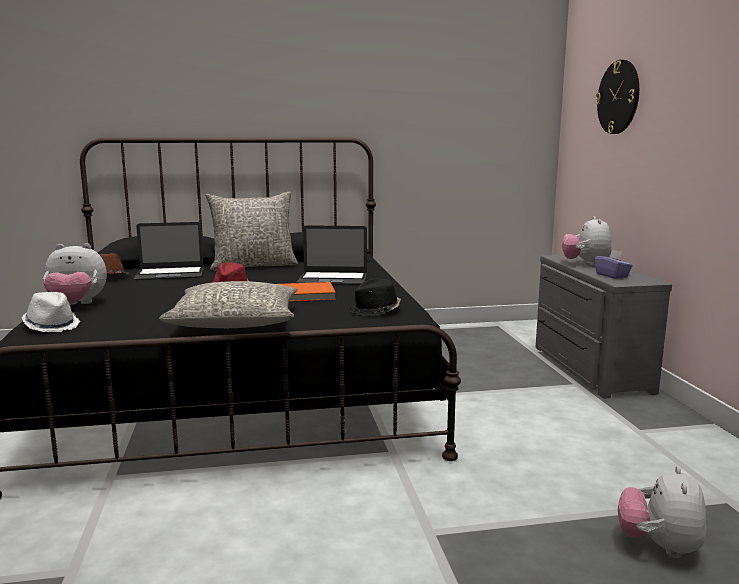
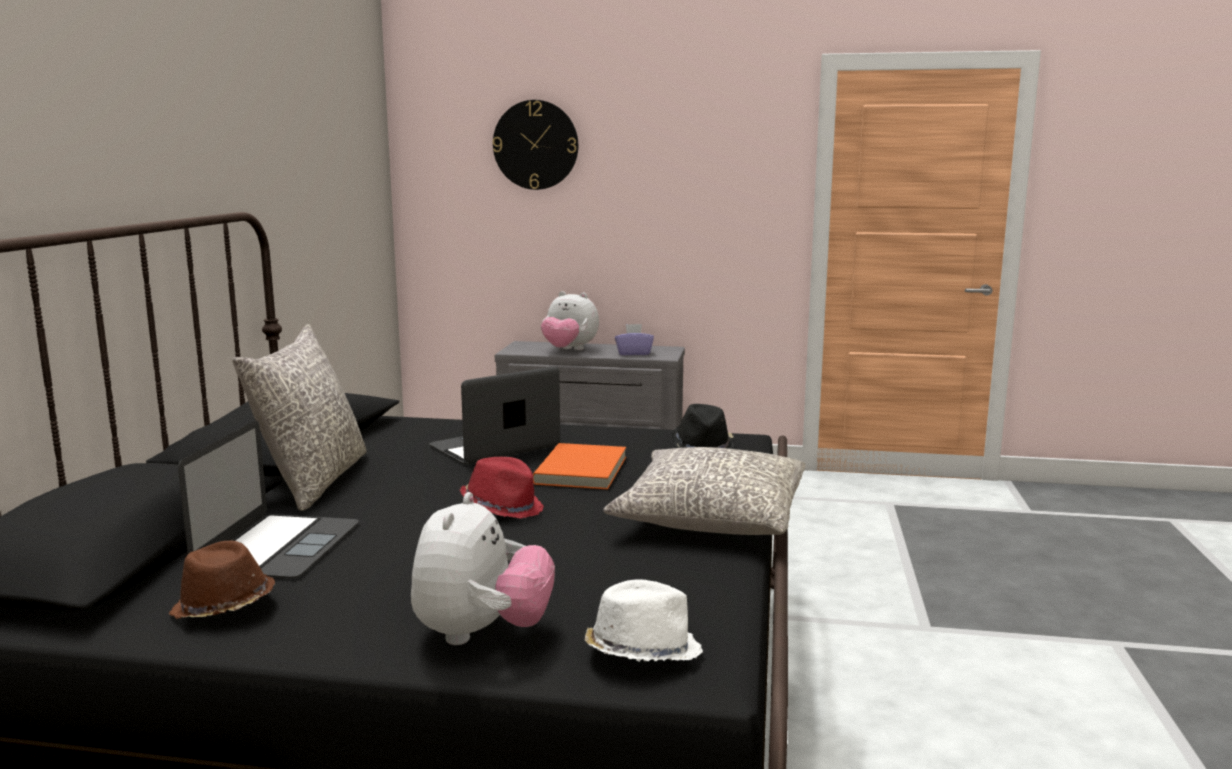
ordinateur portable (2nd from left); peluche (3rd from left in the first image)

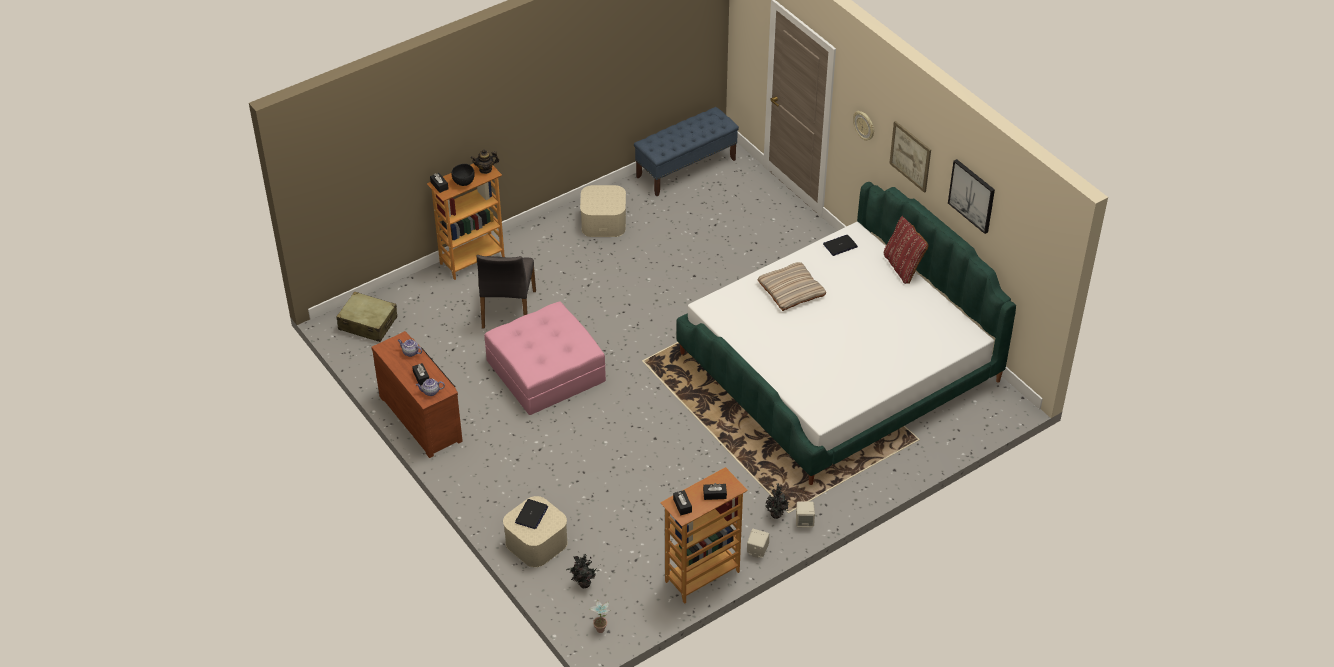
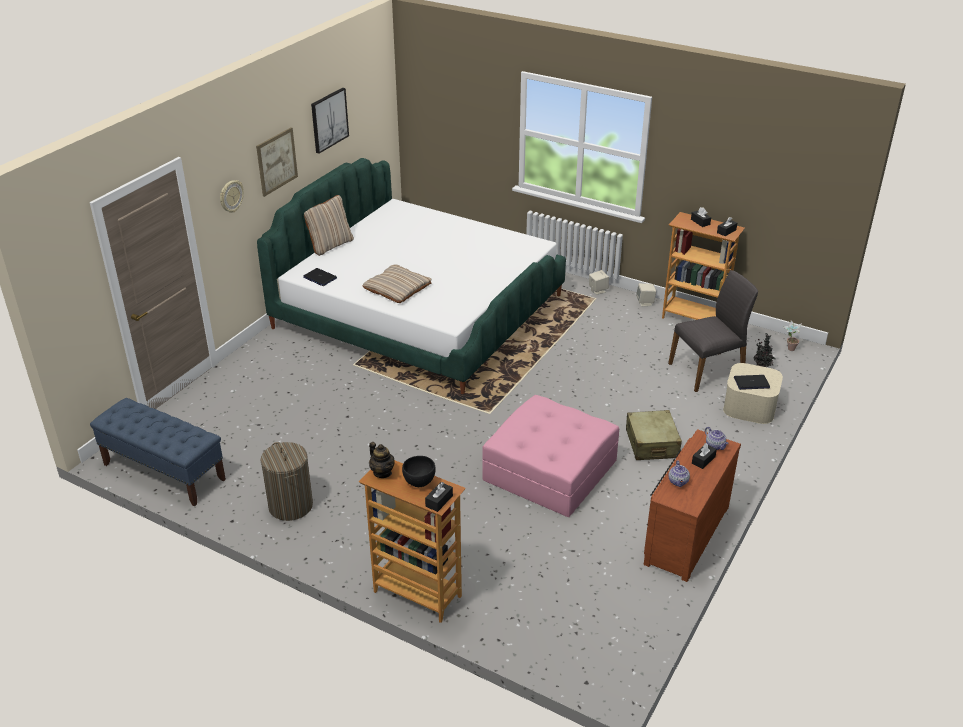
panier à linge; coussin [beige] (1st from left); valise [beige]; chaise [gris]; plante en pot (3rd from left in the first image)

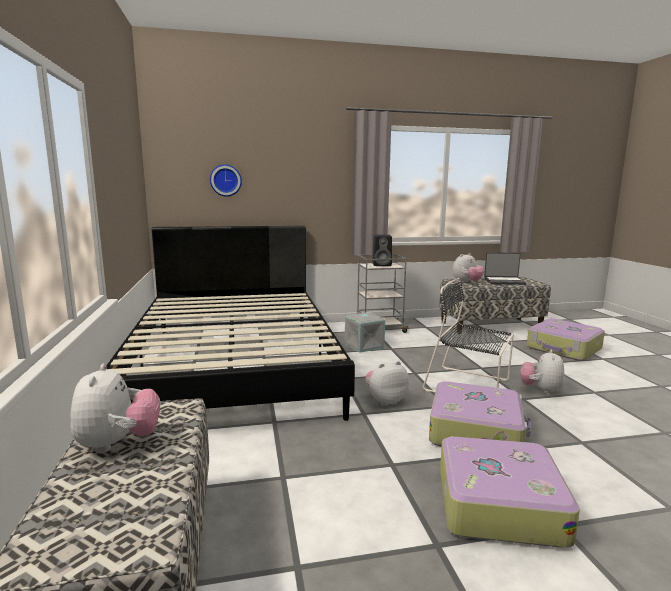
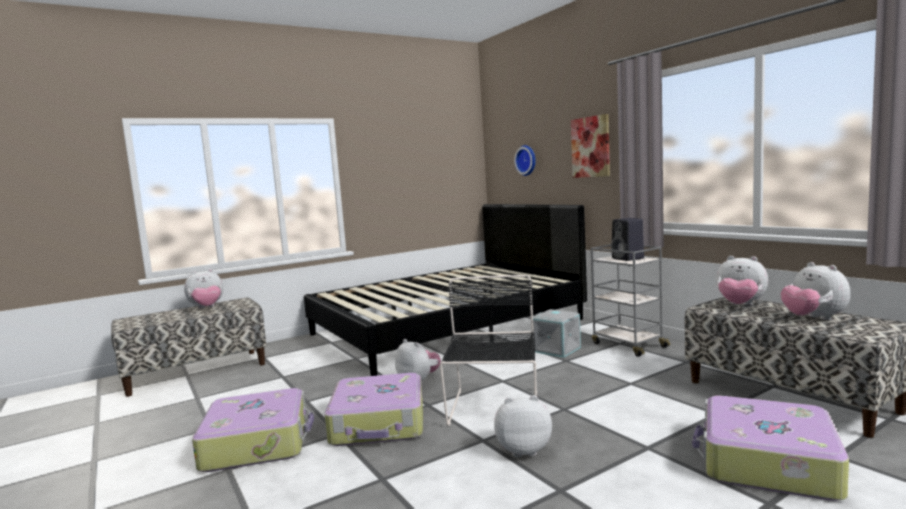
tableau; peluche (5th from left)

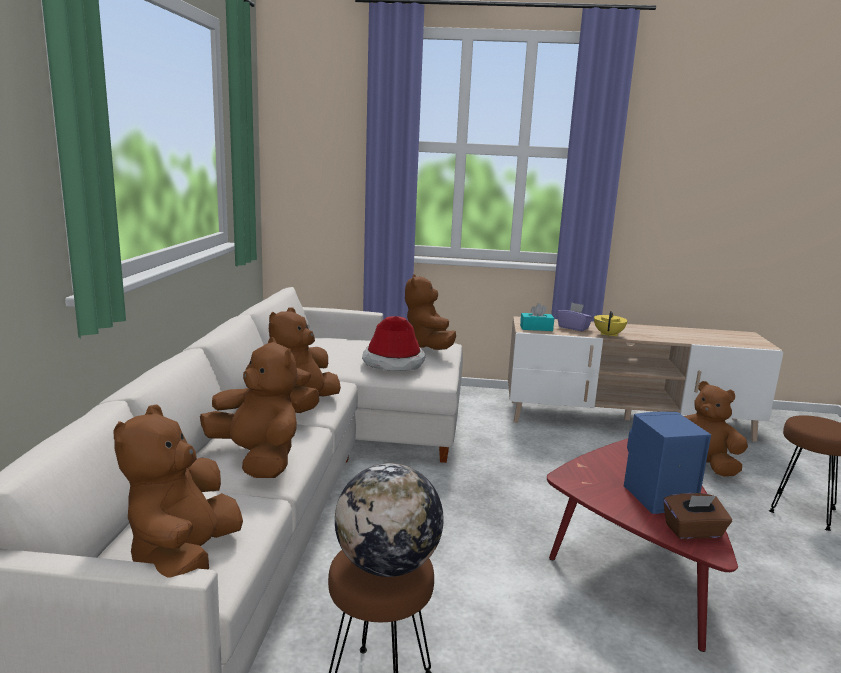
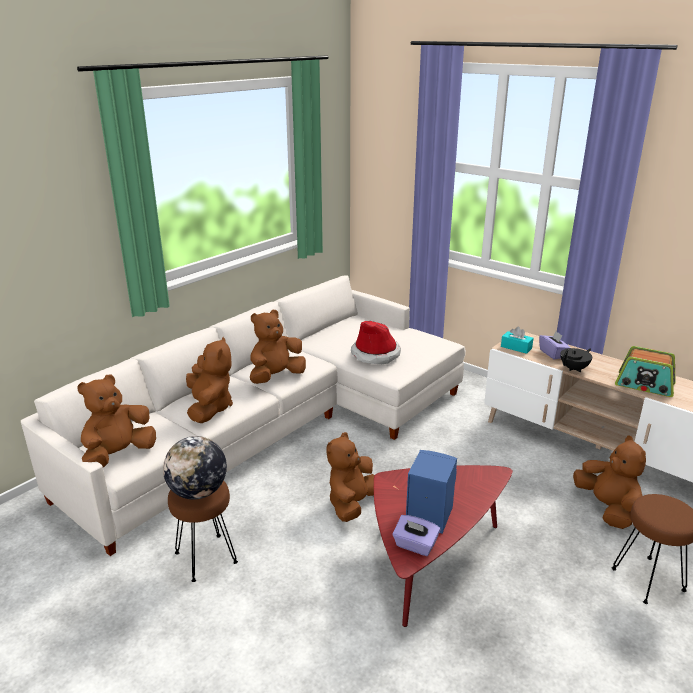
peluche [marron] (4th from left); boîte à mouchoirs [violet] (1st from left); théière [noir]; radio

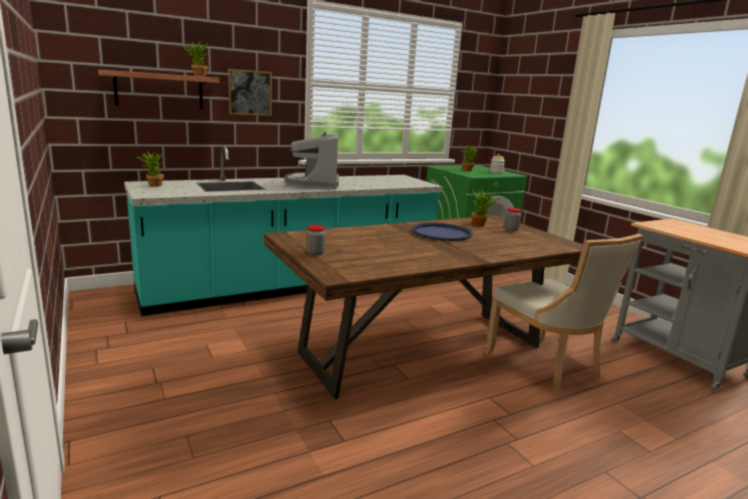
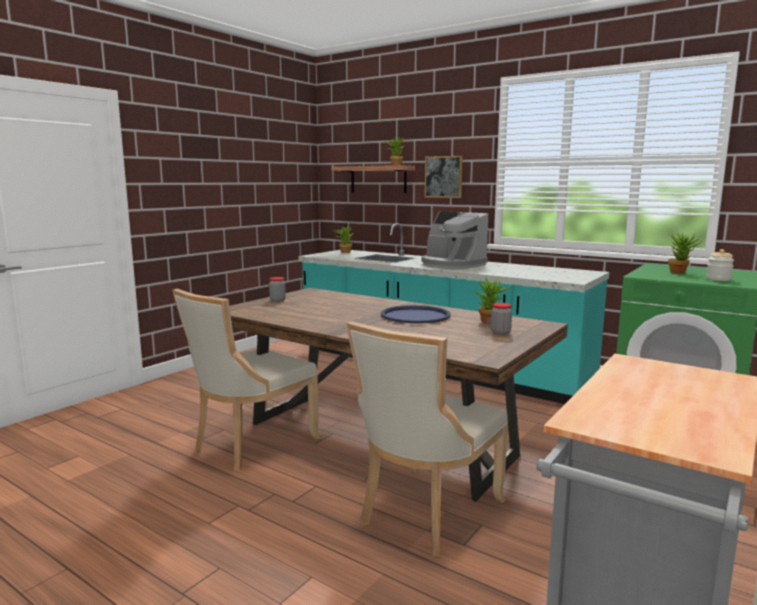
chaise [beige] (1st from left); machine à café

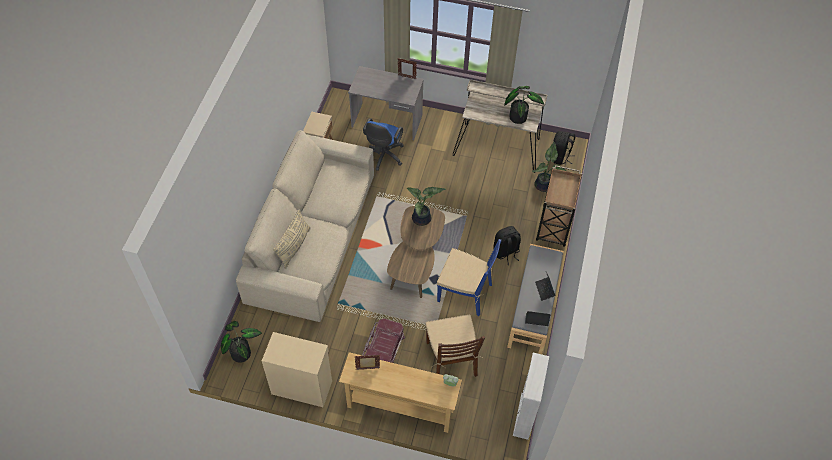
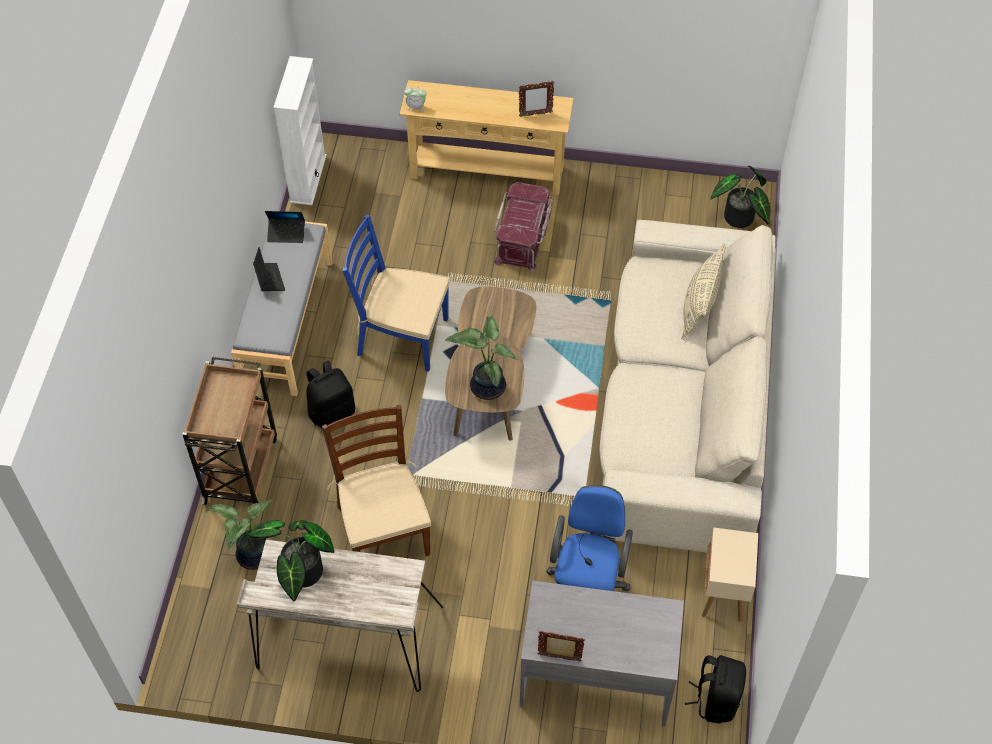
chaise [marron]; sac à dos [noir] (2nd from left); meuble de rangement [beige]

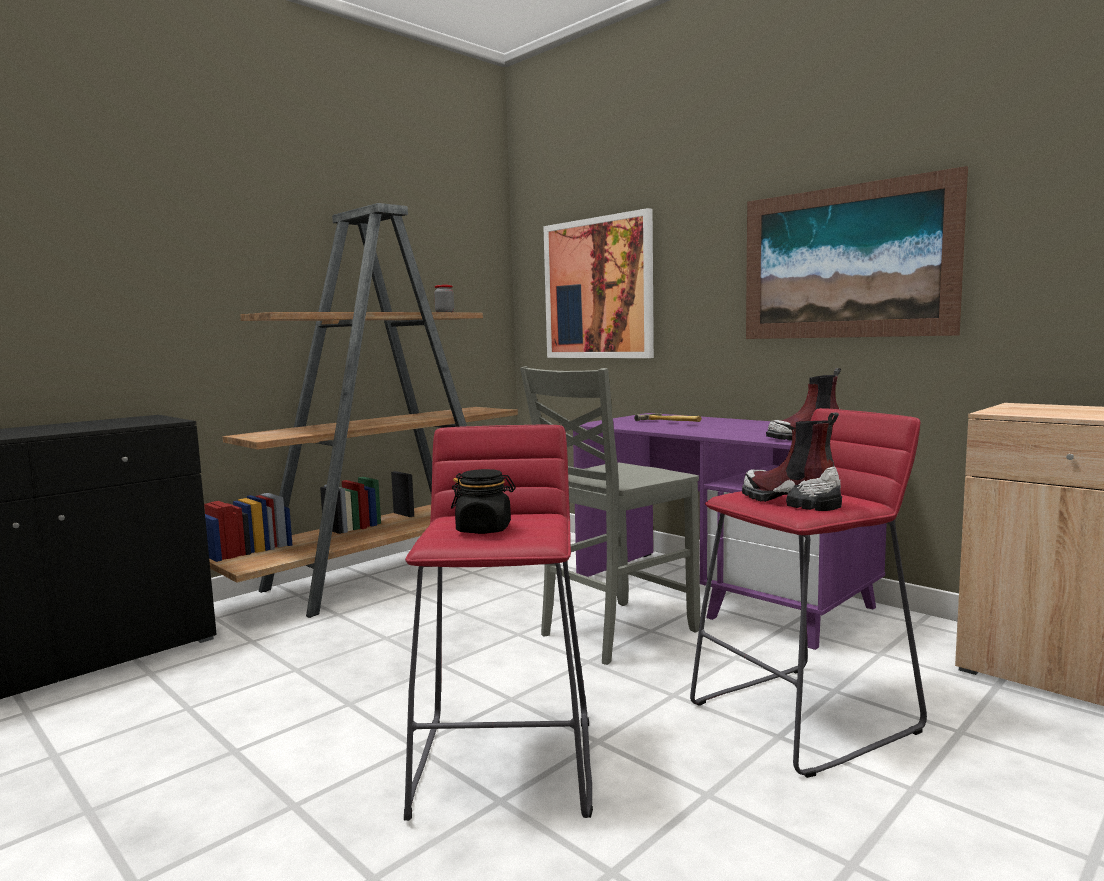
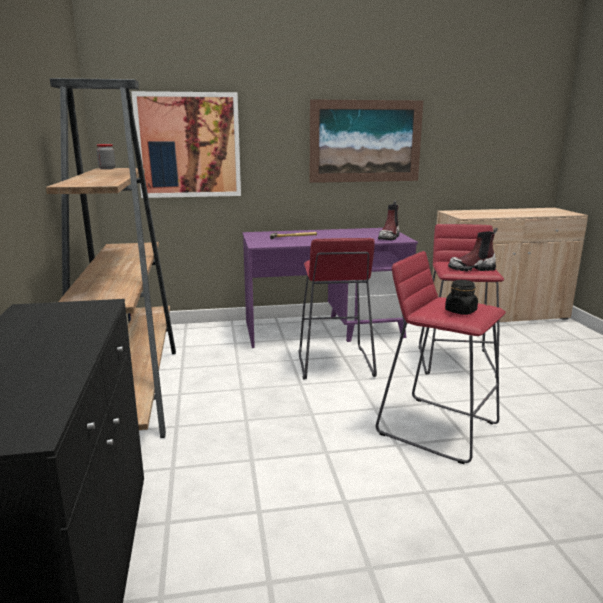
tabouret [rouge] (1st from left)

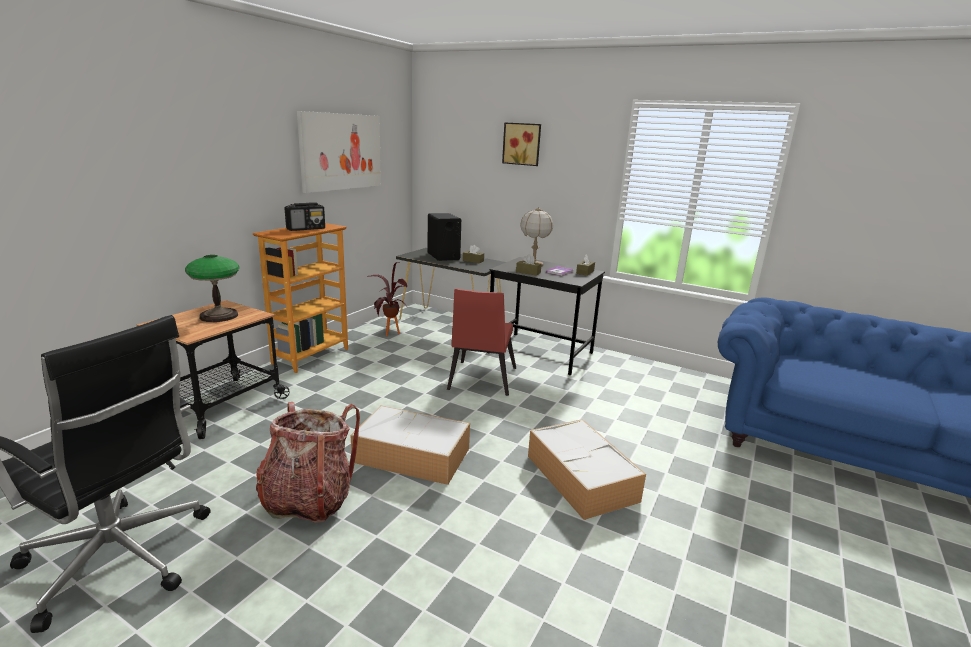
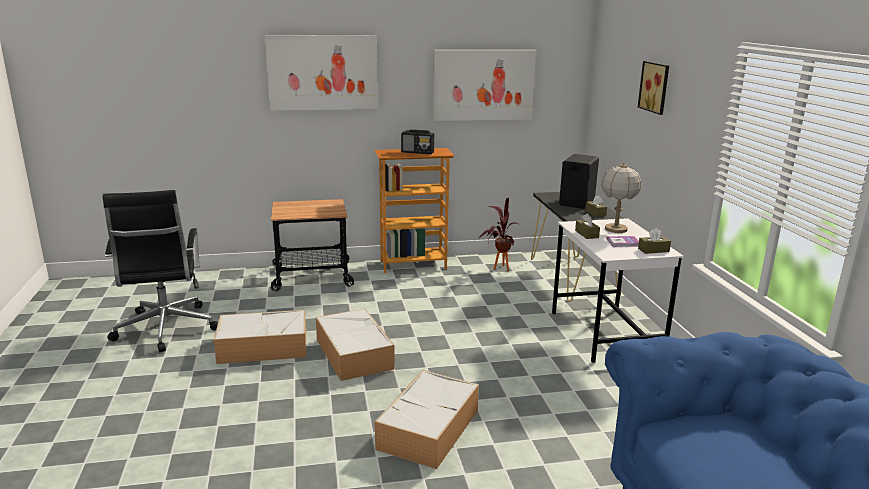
boîte de rangement (1st from left); tableau (1st from left); bureau [blanc]; lampe de table (1st from left in the first image); chaise [rouge]

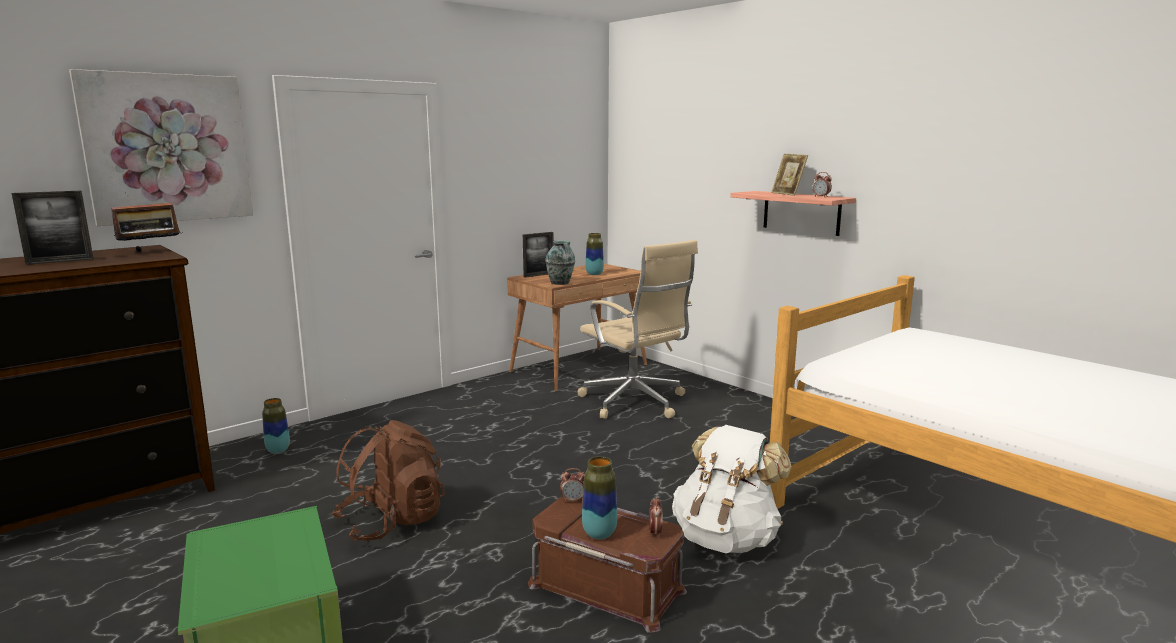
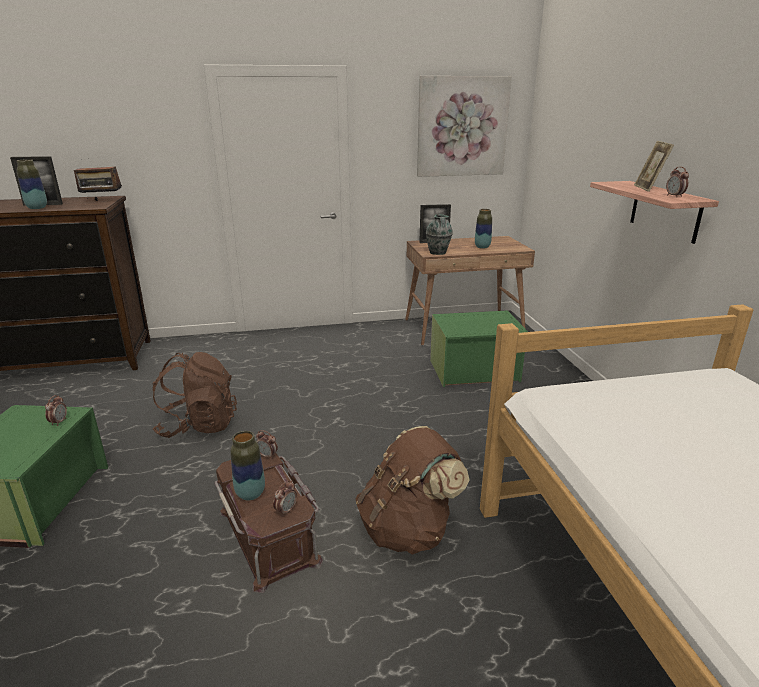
vase (1st from left); réveil (1st from left); sac à dos [marron] (2nd from left); tableau; boîte de rangement [vert] (2nd from left)

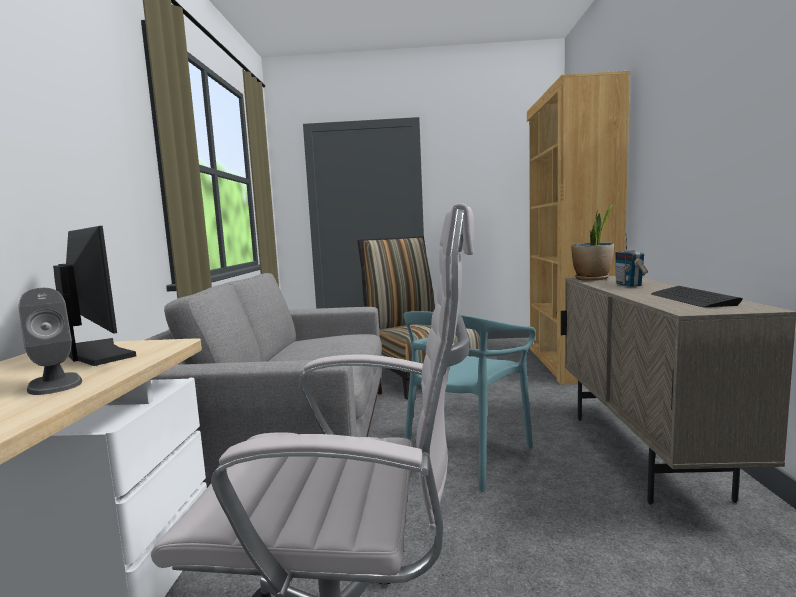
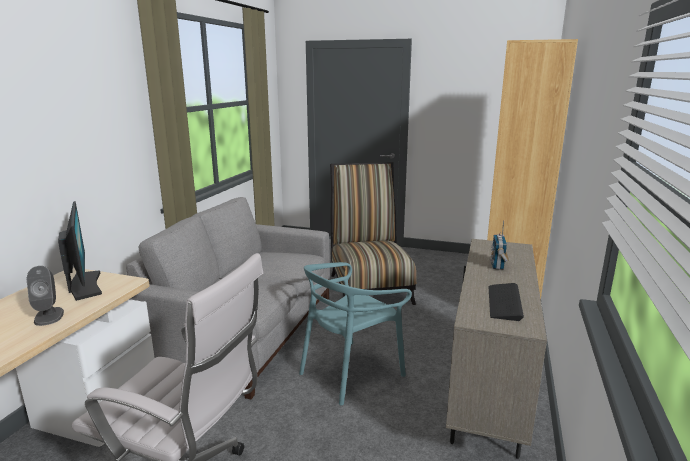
plante en pot

